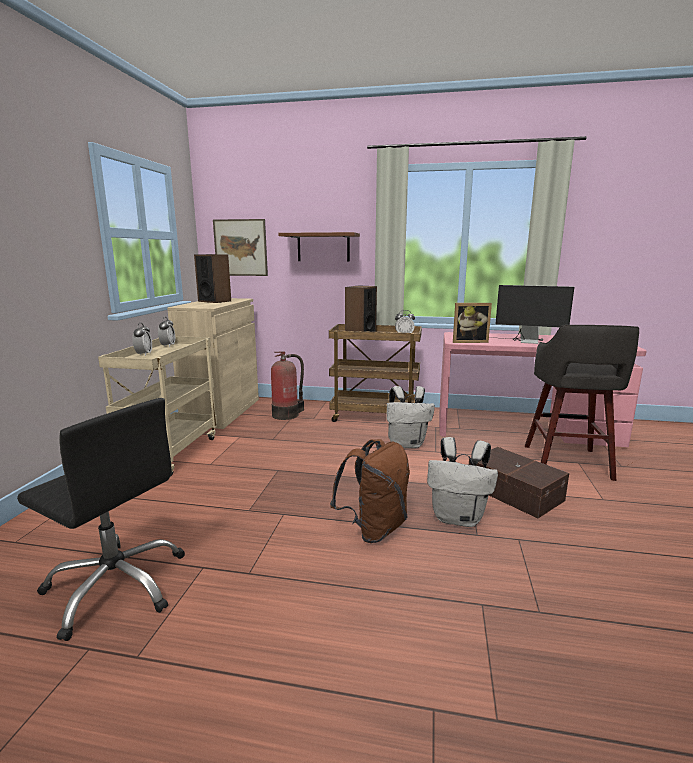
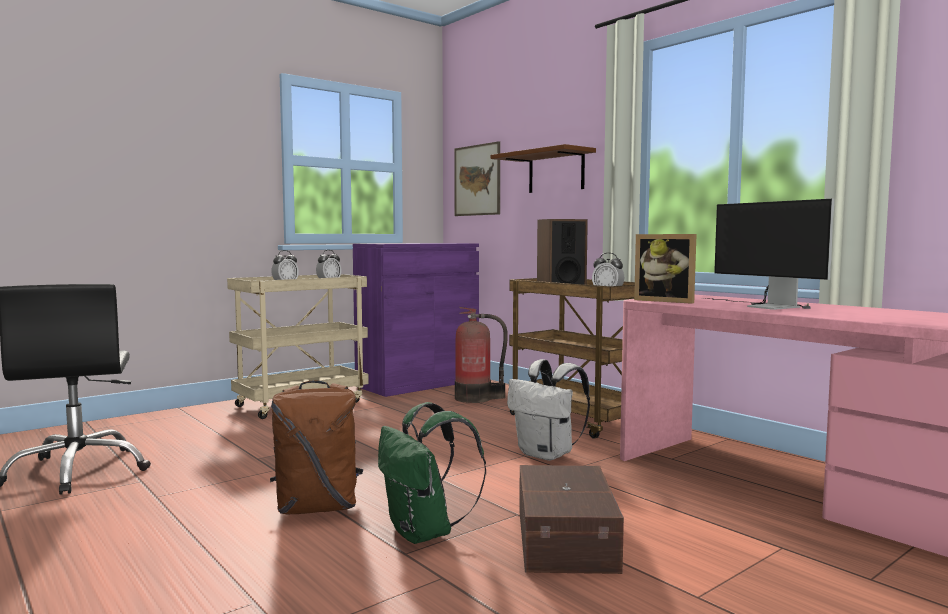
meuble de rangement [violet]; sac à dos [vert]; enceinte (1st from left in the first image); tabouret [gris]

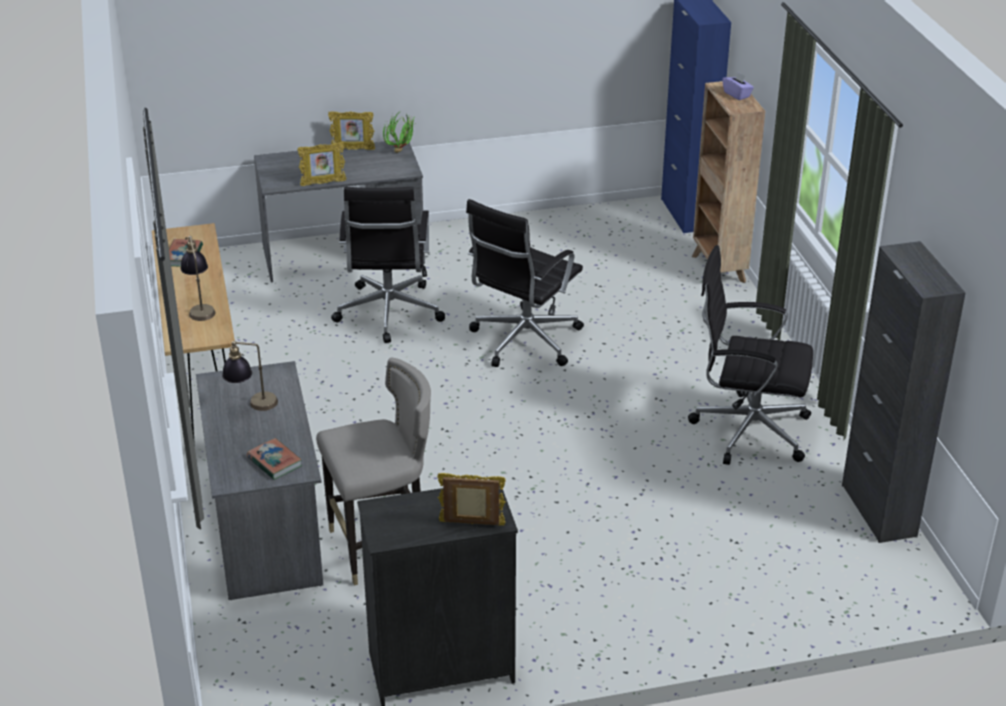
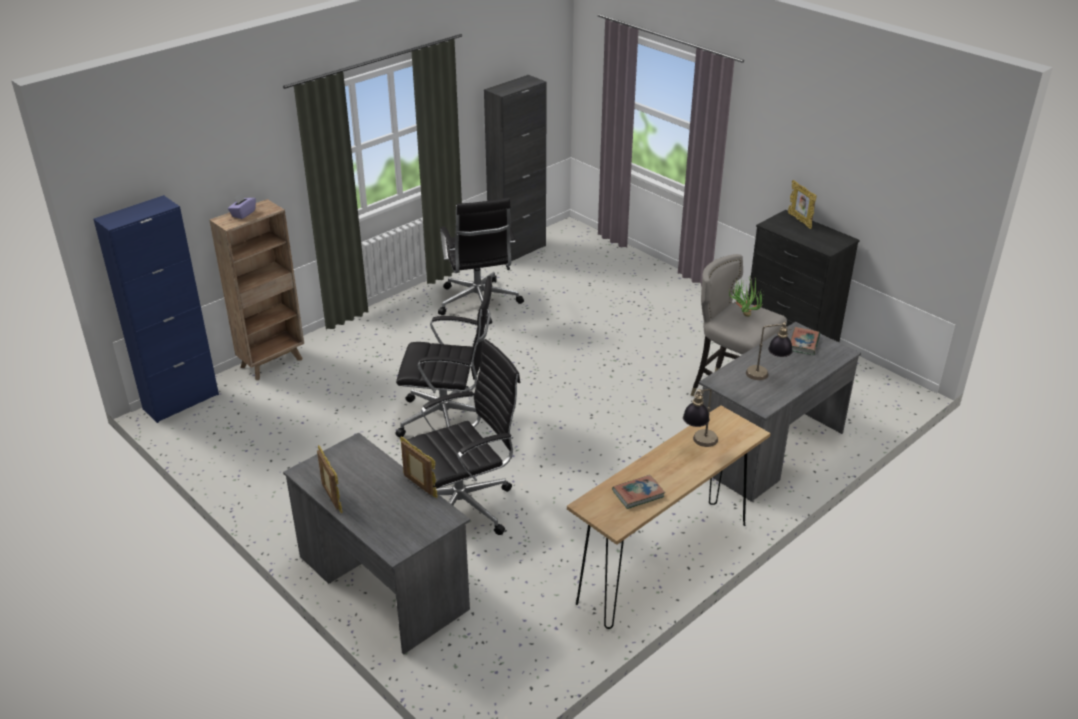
plante en pot

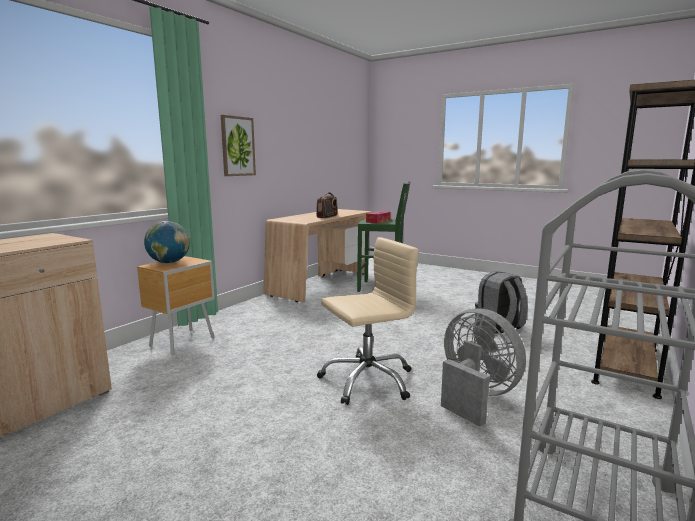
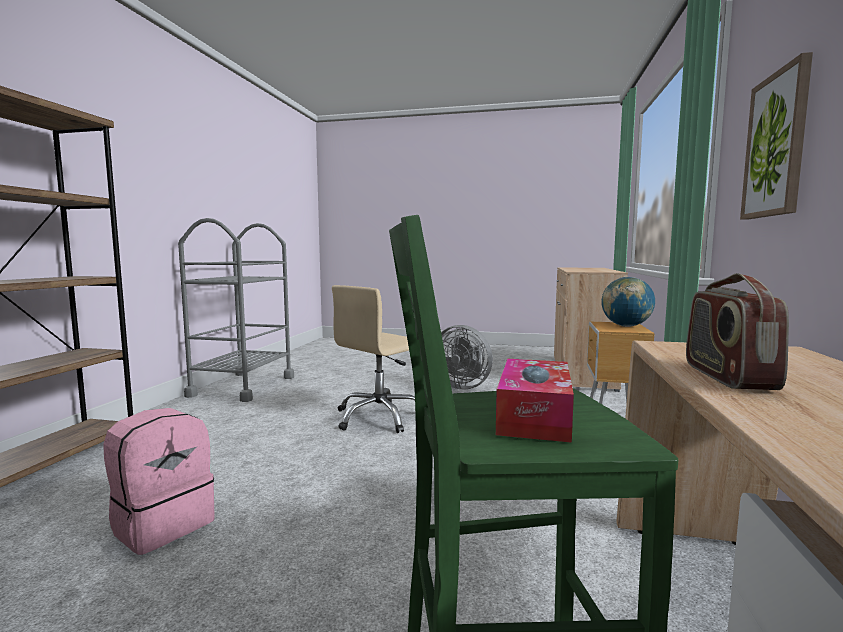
sac à dos [rose]; ventilateur [gris]

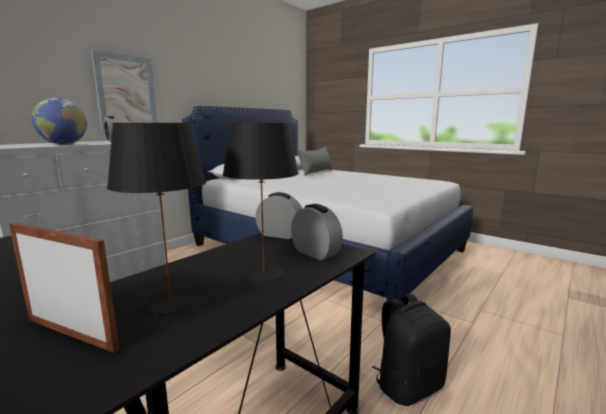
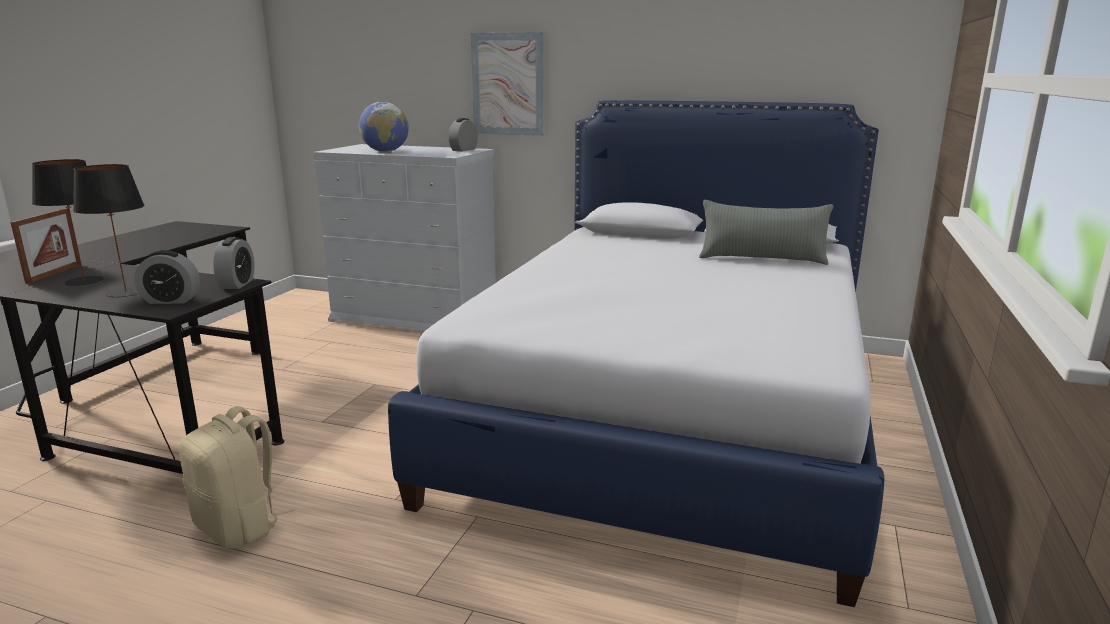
réveil (1st from left); sac à dos [beige]

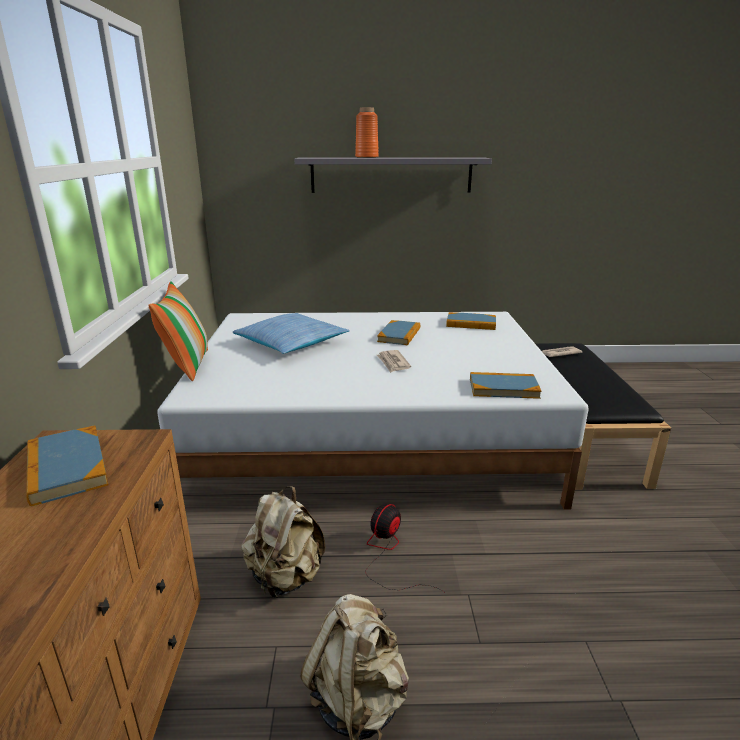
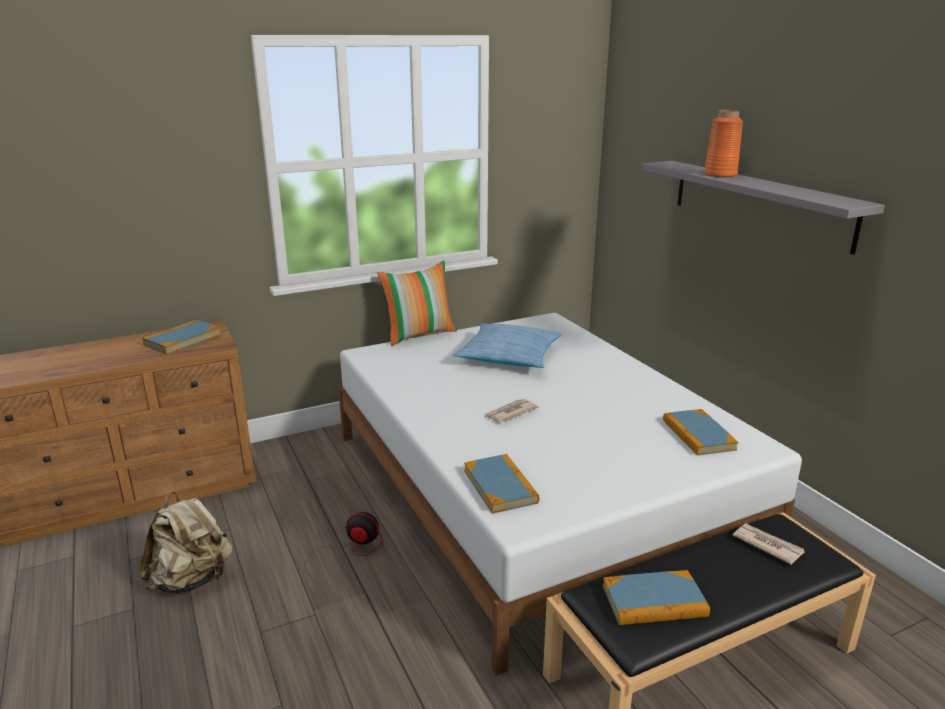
livre (3rd from left); sac à dos [beige] (1st from left in the first image)

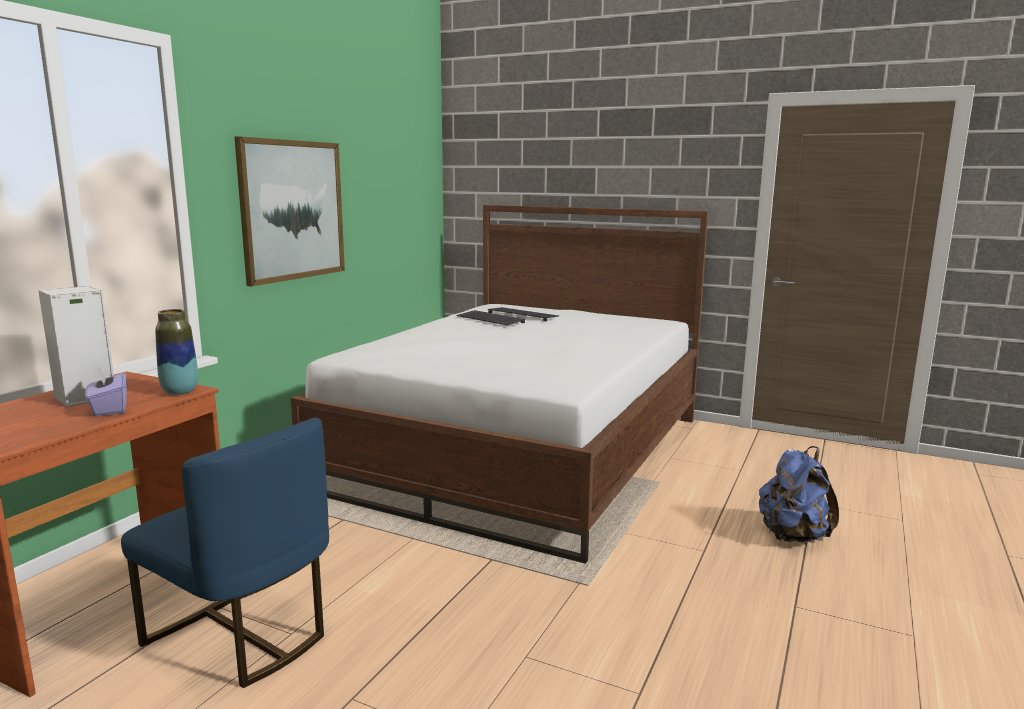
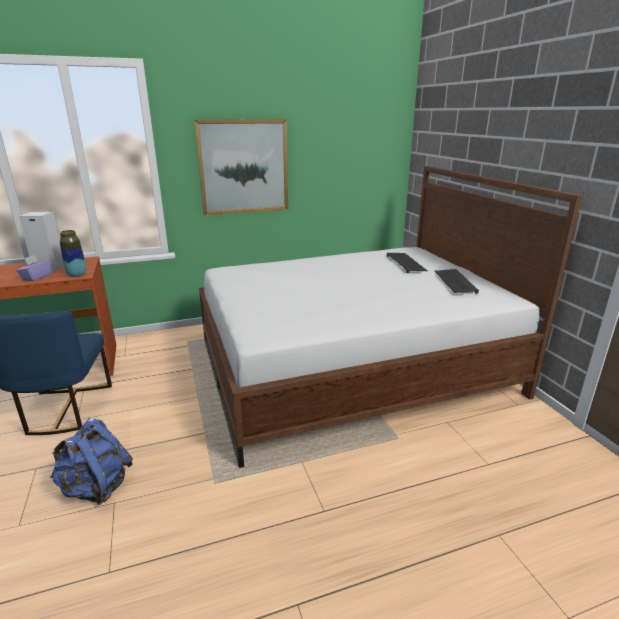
sac à dos [bleu]; clavier (2nd from left)

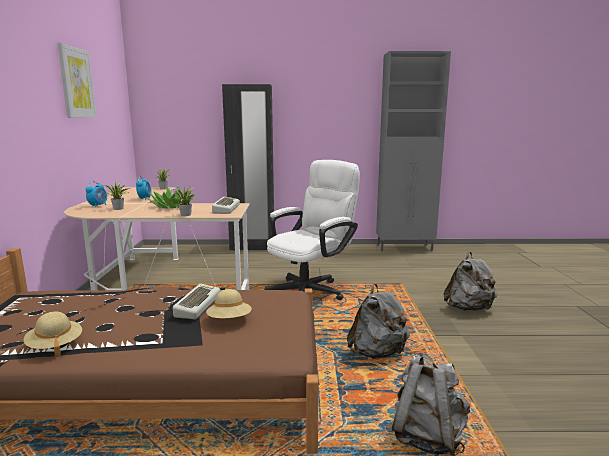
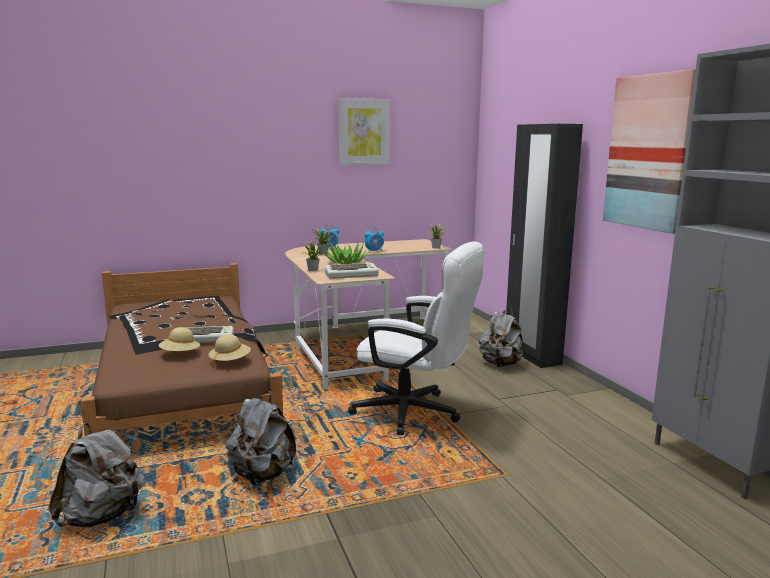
chapeau [beige] (2nd from left); sac à dos [gris] (3rd from left); tableau (2nd from left)

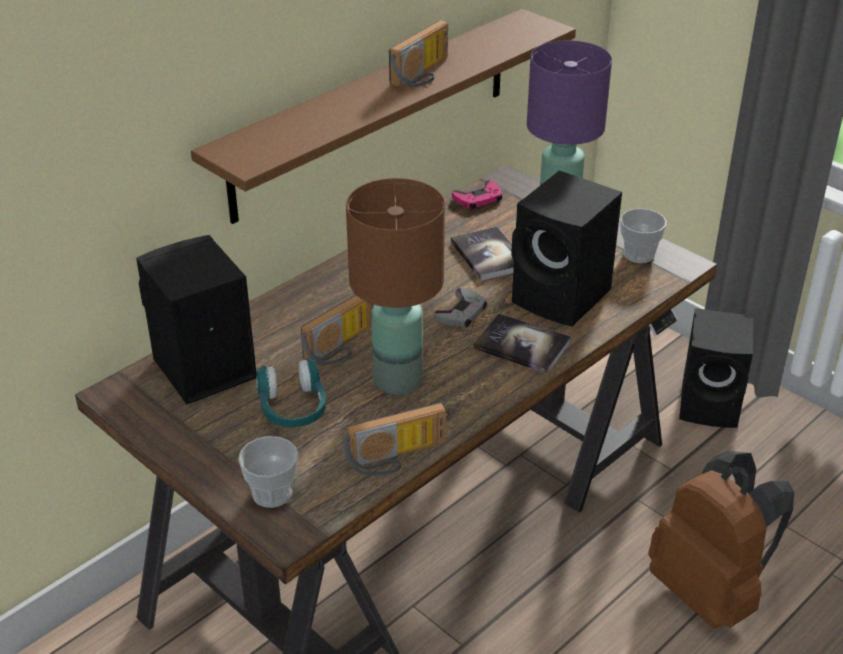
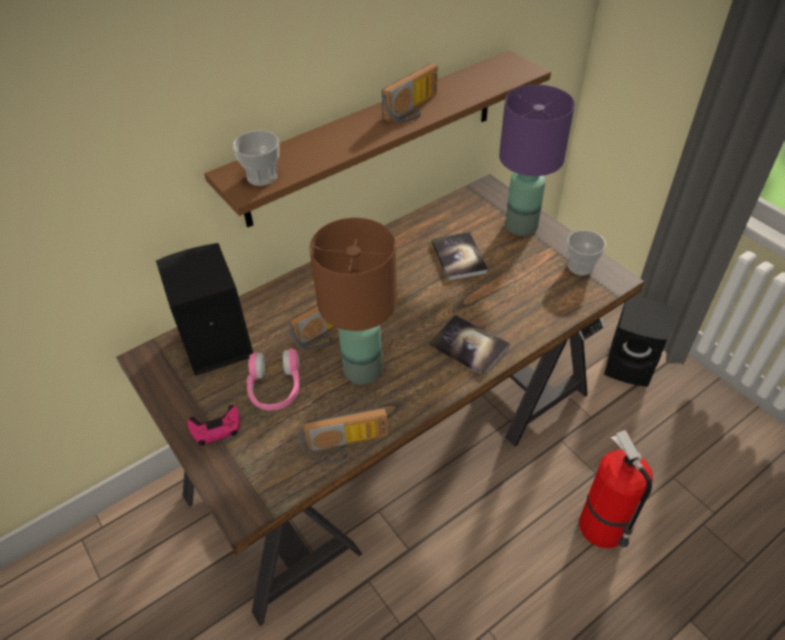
manette [rose]; tasse (1st from left); casque audio [rose]; extincteur; manette [gris]; enceinte [noir] (2nd from left in the first image)

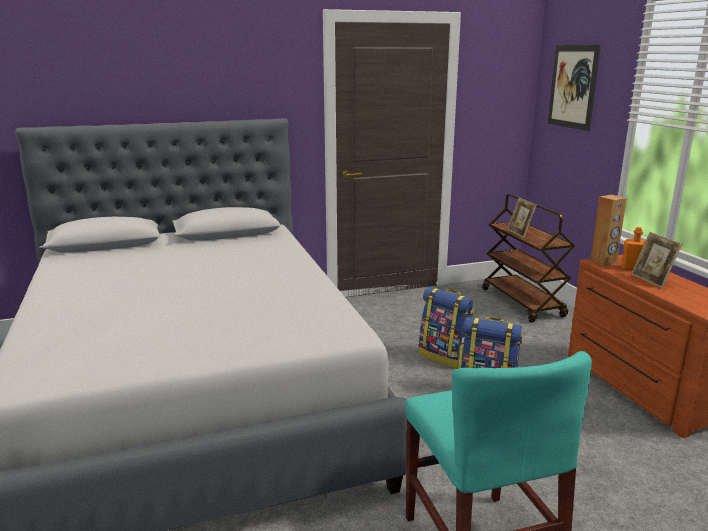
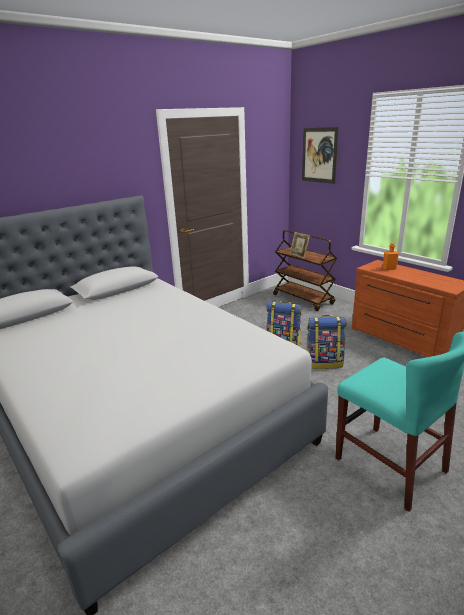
enceinte [marron]; cadre photo (2nd from left in the first image)

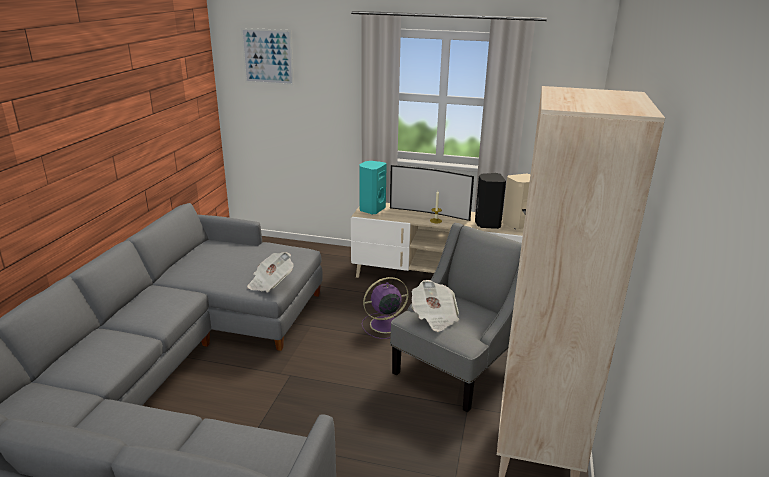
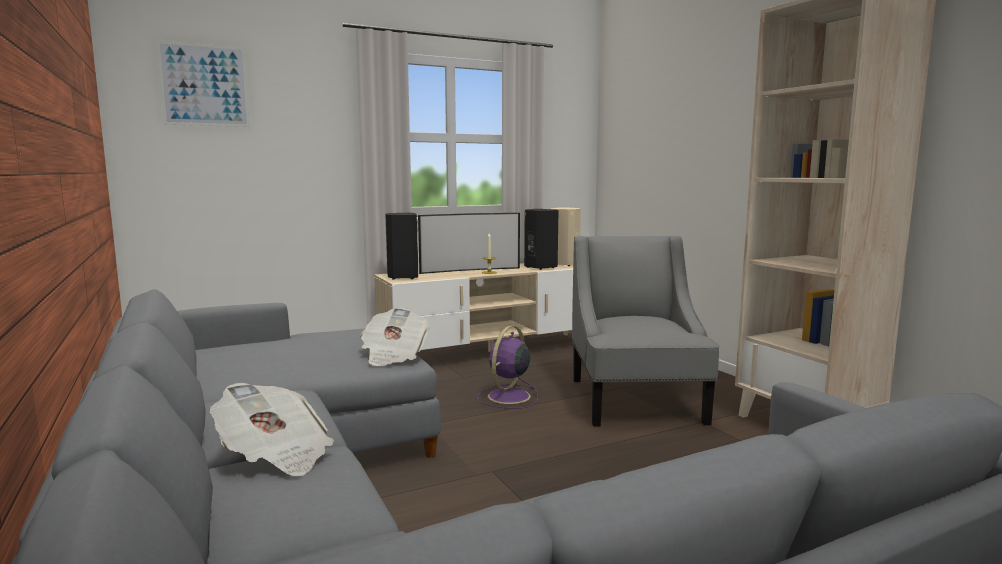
journal (1st from left); enceinte [noir] (1st from left)

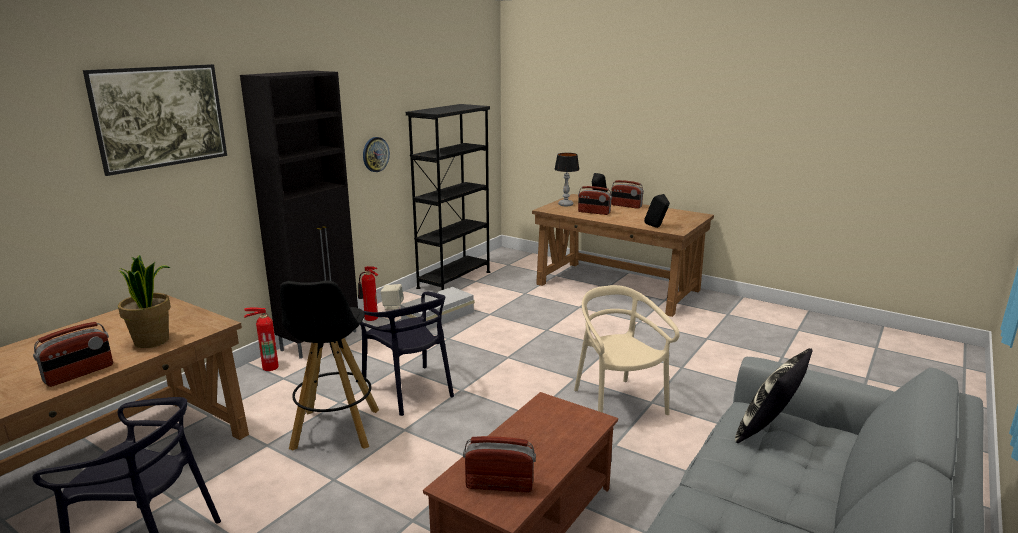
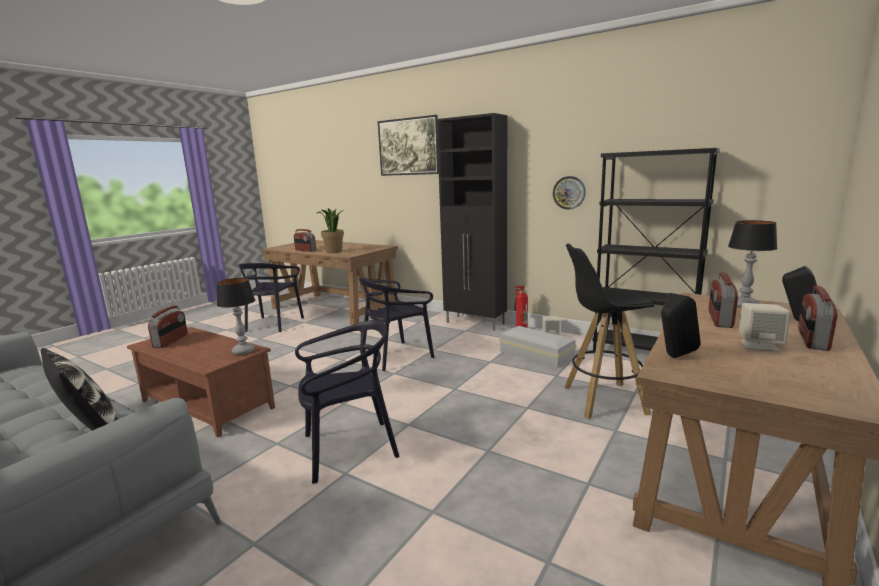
lampe de table (1st from left); chaise [noir] (2nd from left); tabouret [noir]; enceinte [beige] (2nd from left); extincteur (1st from left in the first image)

